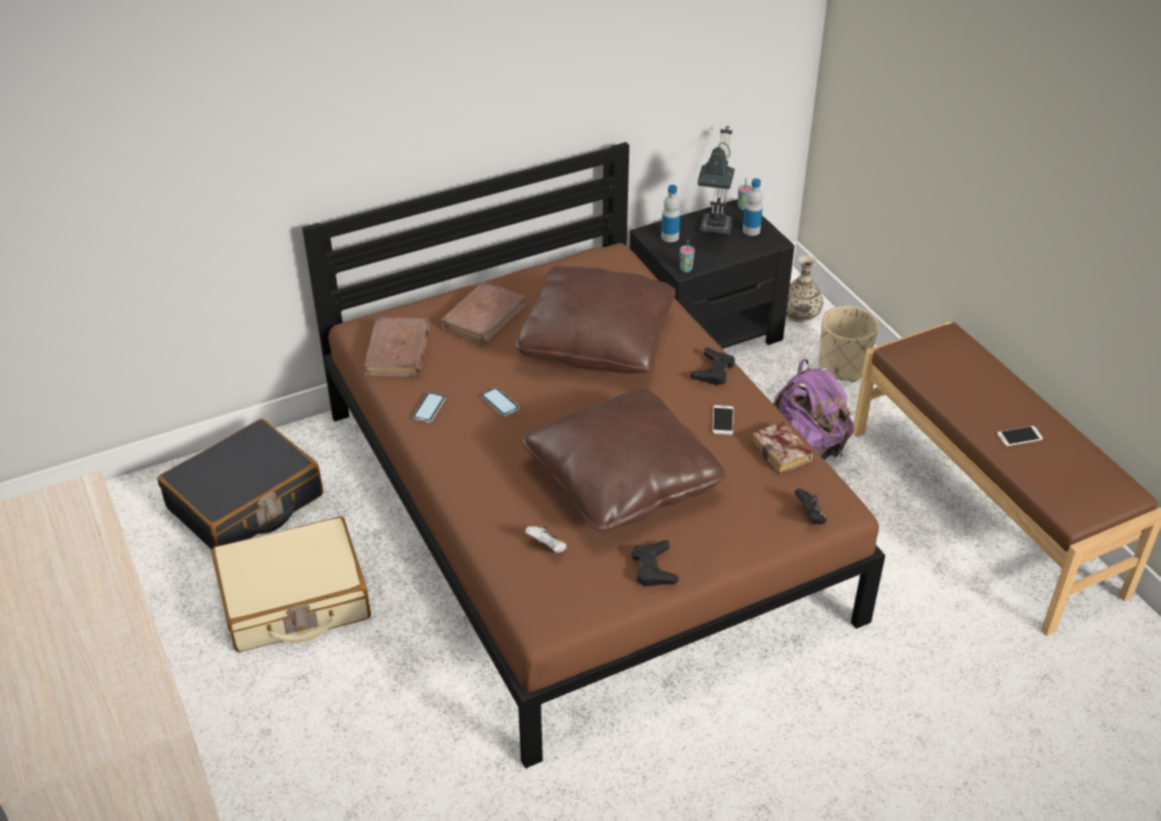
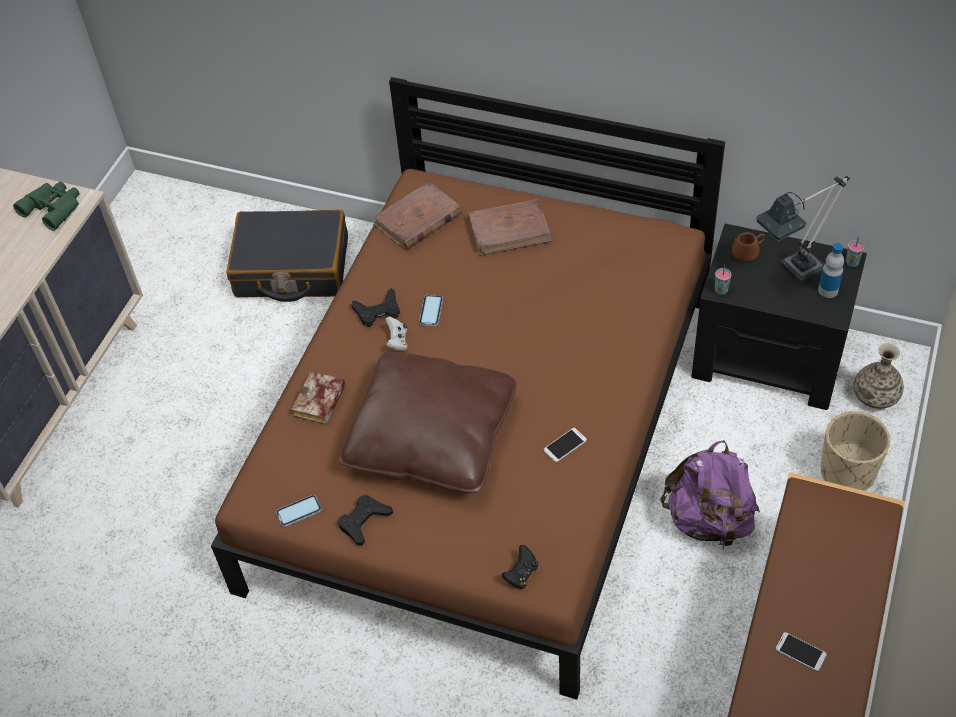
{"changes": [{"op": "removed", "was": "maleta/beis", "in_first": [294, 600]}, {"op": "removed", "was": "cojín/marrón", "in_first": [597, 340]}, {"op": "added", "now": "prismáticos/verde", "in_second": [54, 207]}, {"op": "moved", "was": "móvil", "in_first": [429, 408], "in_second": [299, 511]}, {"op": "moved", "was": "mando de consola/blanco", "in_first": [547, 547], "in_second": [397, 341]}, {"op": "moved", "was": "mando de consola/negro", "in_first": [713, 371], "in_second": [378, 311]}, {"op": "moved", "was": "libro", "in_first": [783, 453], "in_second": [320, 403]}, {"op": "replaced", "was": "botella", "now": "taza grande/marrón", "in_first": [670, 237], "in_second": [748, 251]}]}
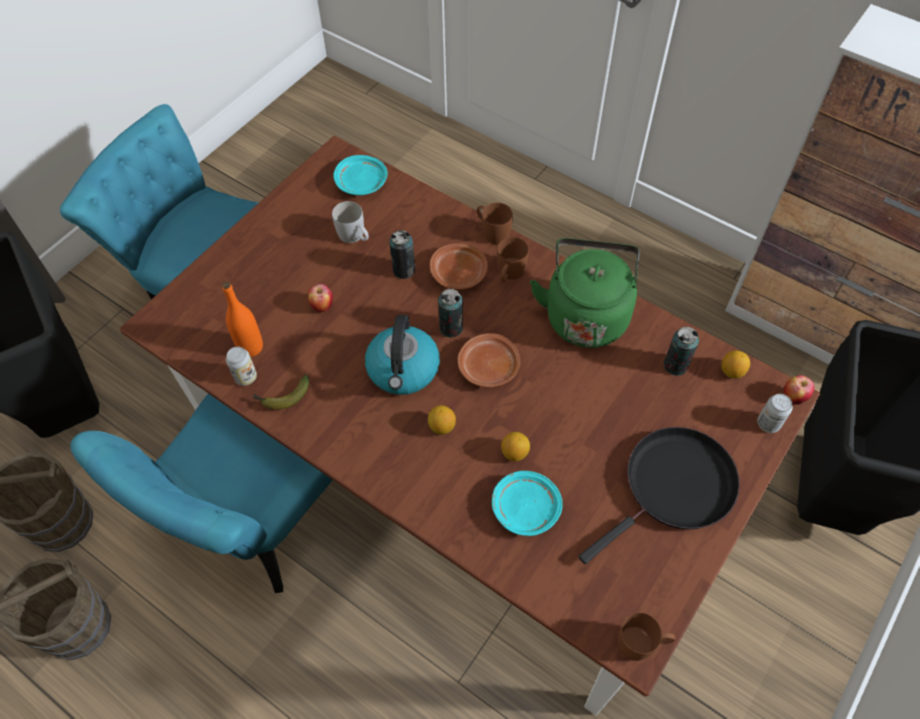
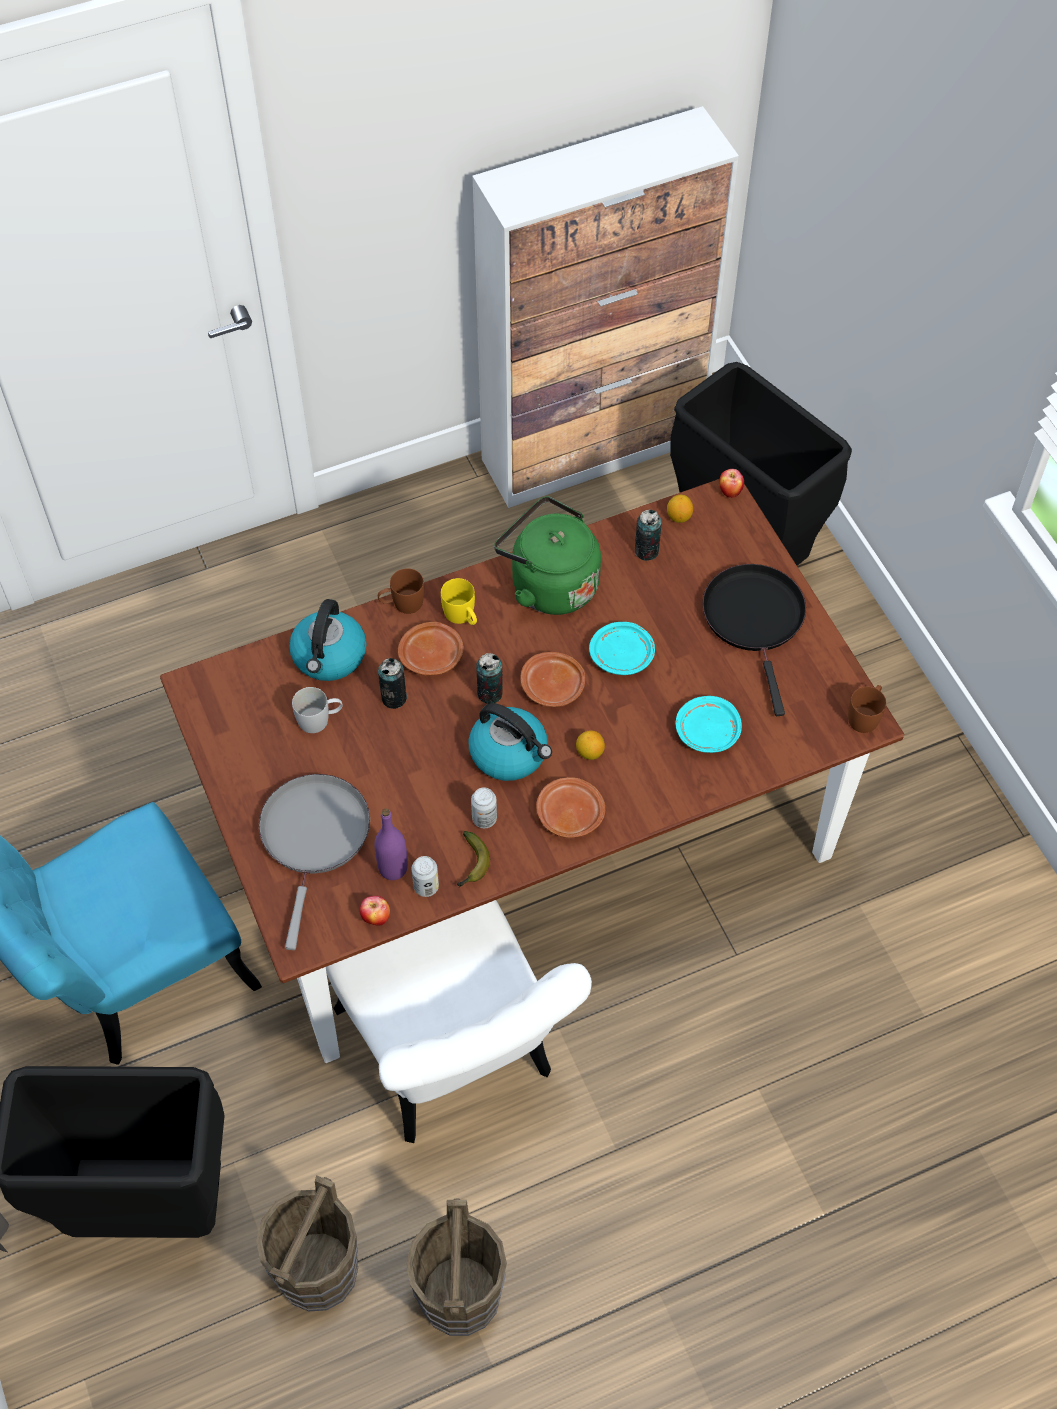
{"changes": [{"op": "removed", "was": "limón", "in_first": [514, 453]}, {"op": "added", "now": "sartén/gris", "in_second": [315, 837]}, {"op": "added", "now": "hervidor", "in_second": [329, 656]}, {"op": "added", "now": "plato/marrón", "in_second": [569, 814]}, {"op": "moved", "was": "manzana", "in_first": [322, 306], "in_second": [376, 918]}, {"op": "moved", "was": "plato/turquesa", "in_first": [362, 183], "in_second": [622, 655]}, {"op": "moved", "was": "lata", "in_first": [768, 423], "in_second": [484, 819]}, {"op": "recoloured", "was": "silla/turquesa", "now": "silla/blanco", "in_first": [258, 522], "in_second": [455, 1060]}, {"op": "recoloured", "was": "botella/naranja", "now": "botella/morado", "in_first": [250, 347], "in_second": [393, 868]}, {"op": "recoloured", "was": "taza grande/marrón", "now": "taza grande/amarillo", "in_first": [509, 274], "in_second": [462, 617]}]}
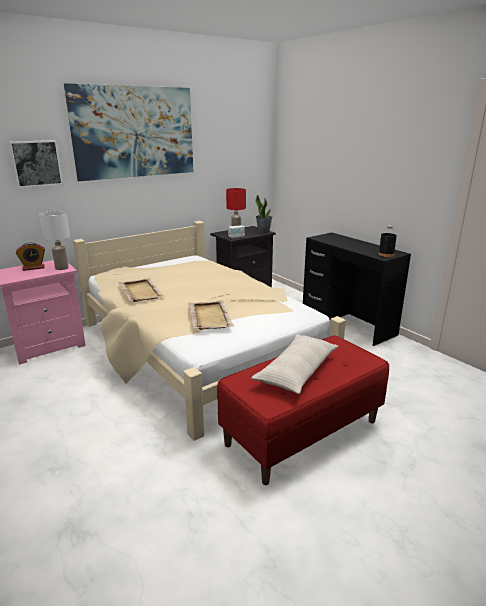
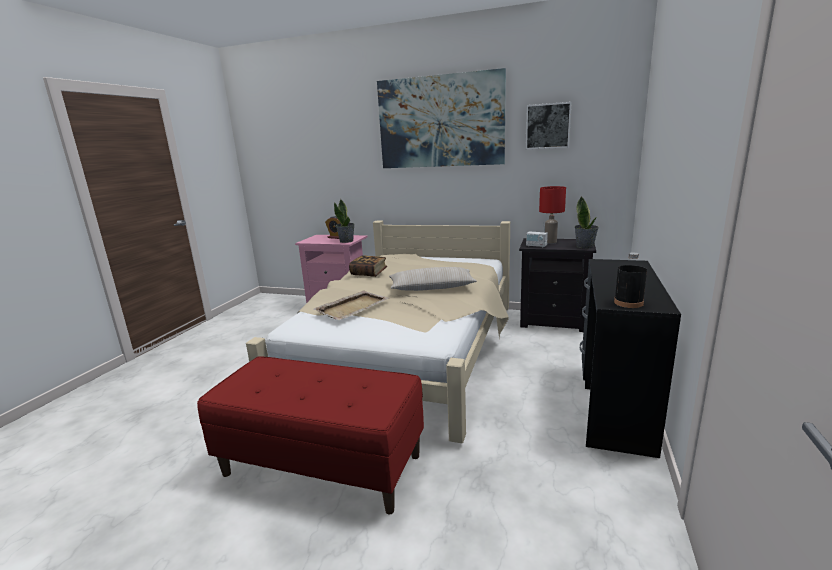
{"changes": [{"op": "moved", "was": "cuadro", "in_first": [36, 163], "in_second": [548, 126]}, {"op": "moved", "was": "cojín/beis", "in_first": [297, 371], "in_second": [432, 287]}, {"op": "replaced", "was": "lámpara de mesa/blanco", "now": "planta en maceta", "in_first": [61, 268], "in_second": [346, 241]}, {"op": "replaced", "was": "bandeja/beis", "now": "libro", "in_first": [140, 291], "in_second": [369, 273]}]}
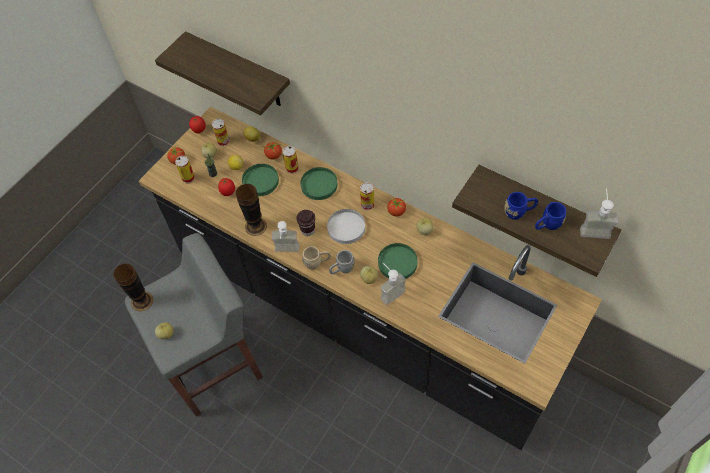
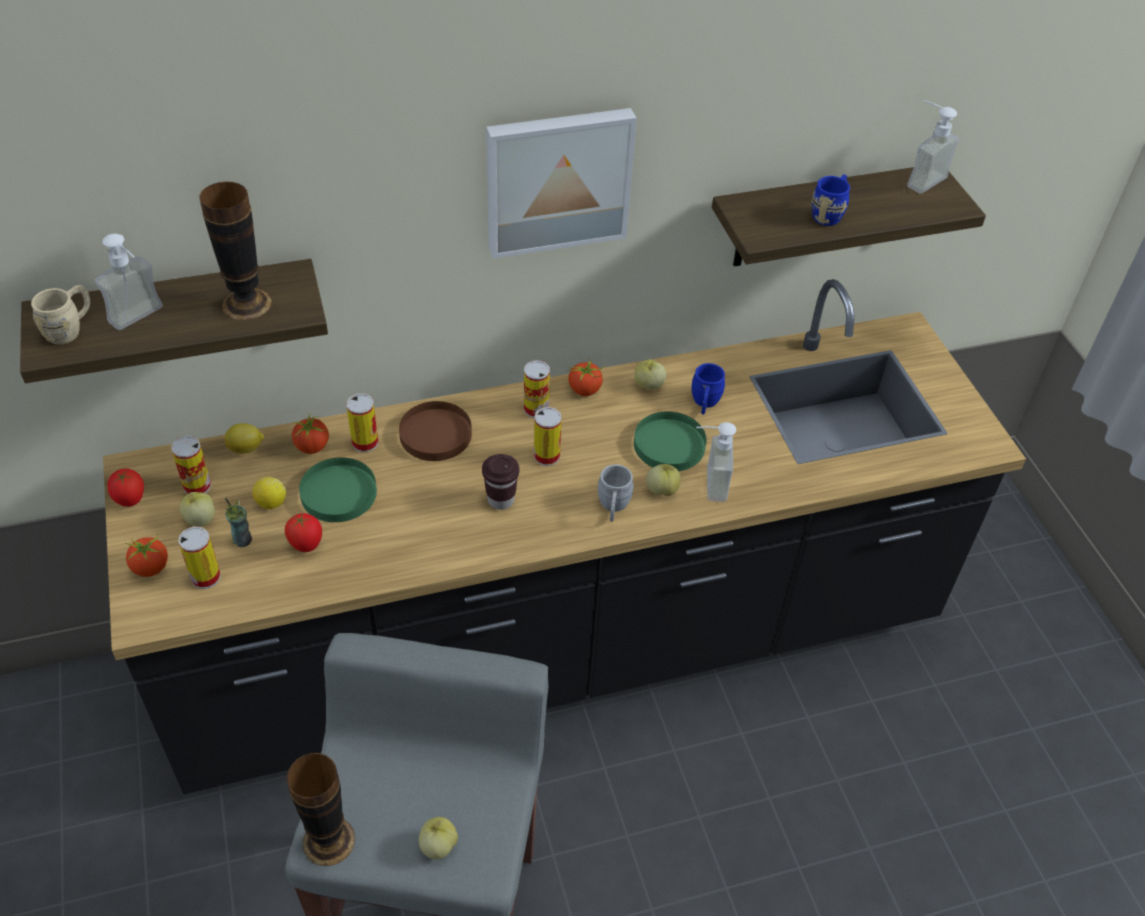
{"changes": [{"op": "added", "now": "cuadro", "in_second": [557, 180]}, {"op": "moved", "was": "florero", "in_first": [256, 226], "in_second": [246, 303]}, {"op": "moved", "was": "dispensador de jabón", "in_first": [286, 252], "in_second": [142, 320]}, {"op": "moved", "was": "taza grande/beis", "in_first": [317, 262], "in_second": [70, 328]}, {"op": "moved", "was": "taza grande/azul", "in_first": [547, 225], "in_second": [704, 404]}, {"op": "replaced", "was": "plato/blanco", "now": "lata", "in_first": [346, 227], "in_second": [546, 456]}, {"op": "recoloured", "was": "plato/verde", "now": "plato/marrón", "in_first": [319, 185], "in_second": [435, 434]}]}
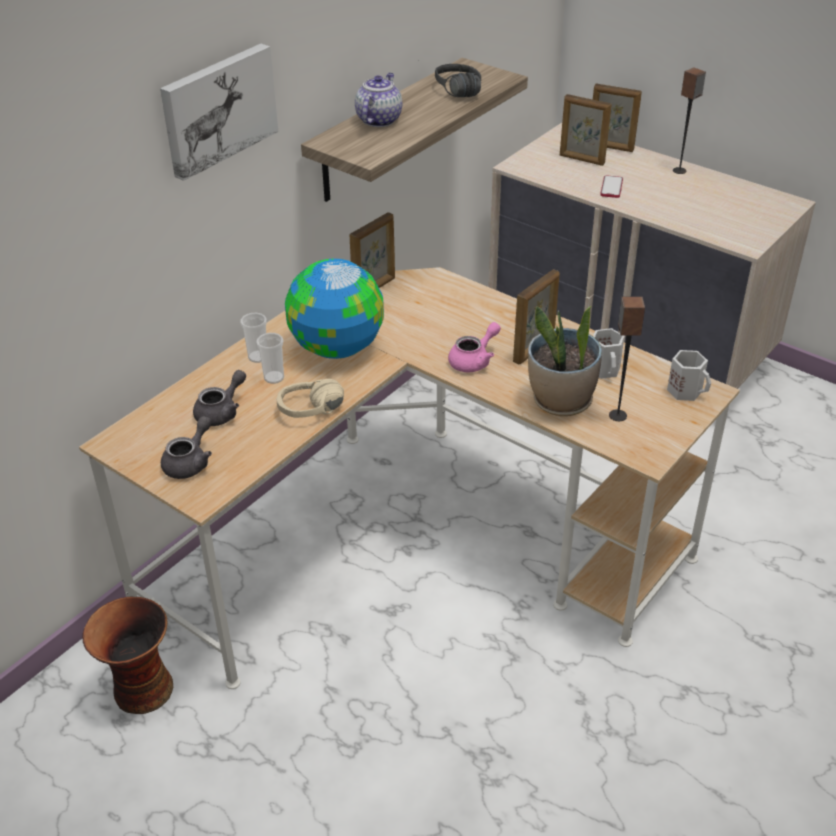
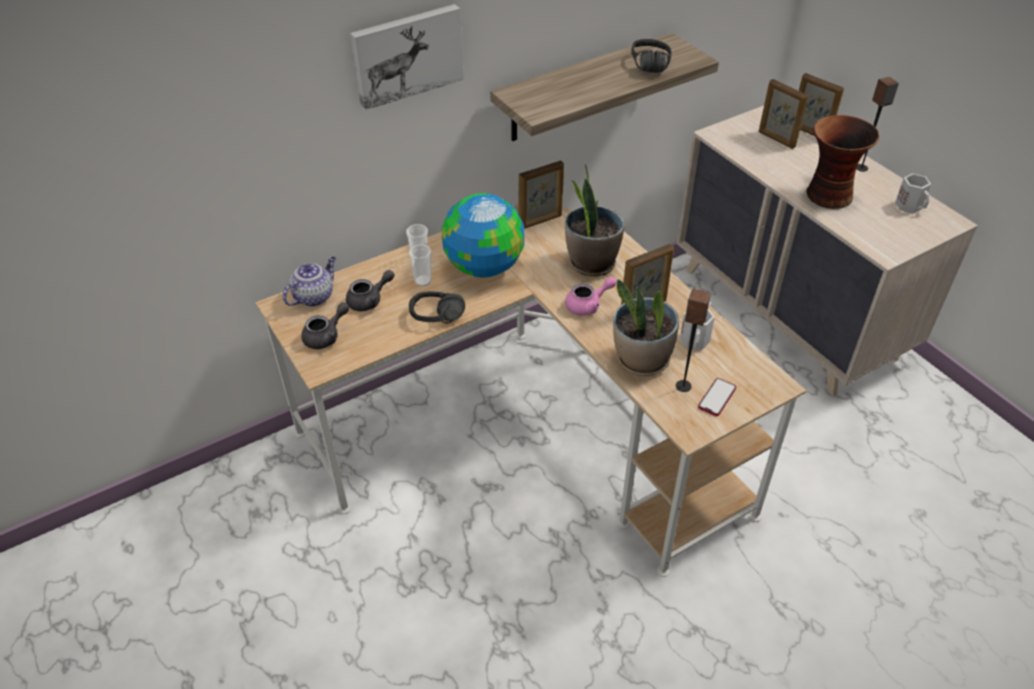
{"changes": [{"op": "added", "now": "planta en maceta", "in_second": [591, 263]}, {"op": "moved", "was": "florero", "in_first": [141, 690], "in_second": [827, 195]}, {"op": "moved", "was": "tetera", "in_first": [379, 120], "in_second": [314, 296]}, {"op": "moved", "was": "móvil", "in_first": [611, 188], "in_second": [717, 398]}, {"op": "moved", "was": "taza grande/blanco", "in_first": [686, 391], "in_second": [909, 206]}, {"op": "recoloured", "was": "auriculares/beis", "now": "auriculares/negro", "in_first": [314, 415], "in_second": [437, 321]}]}
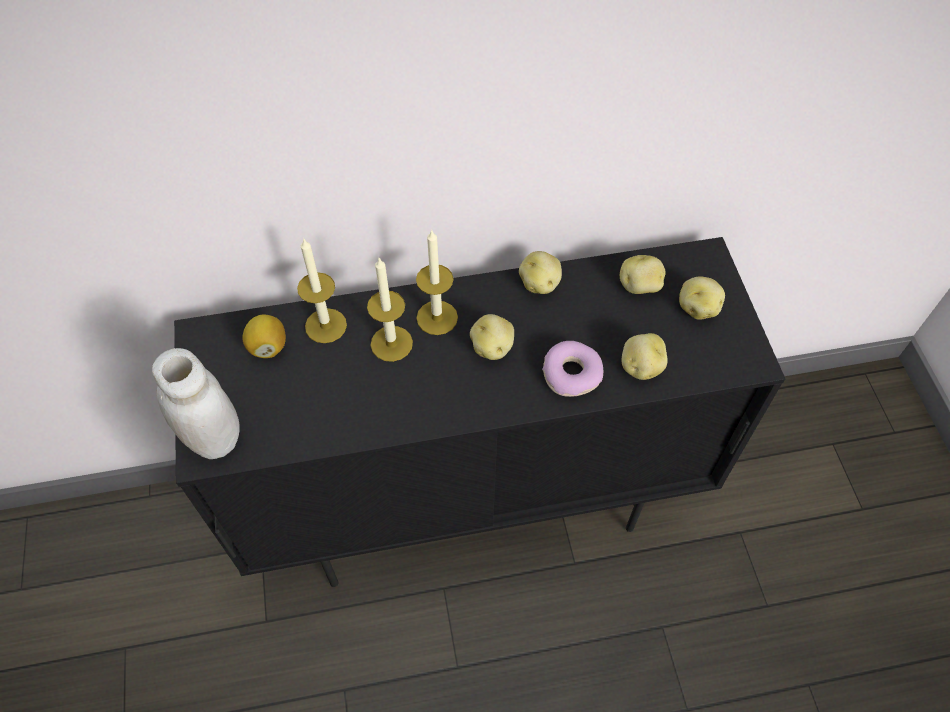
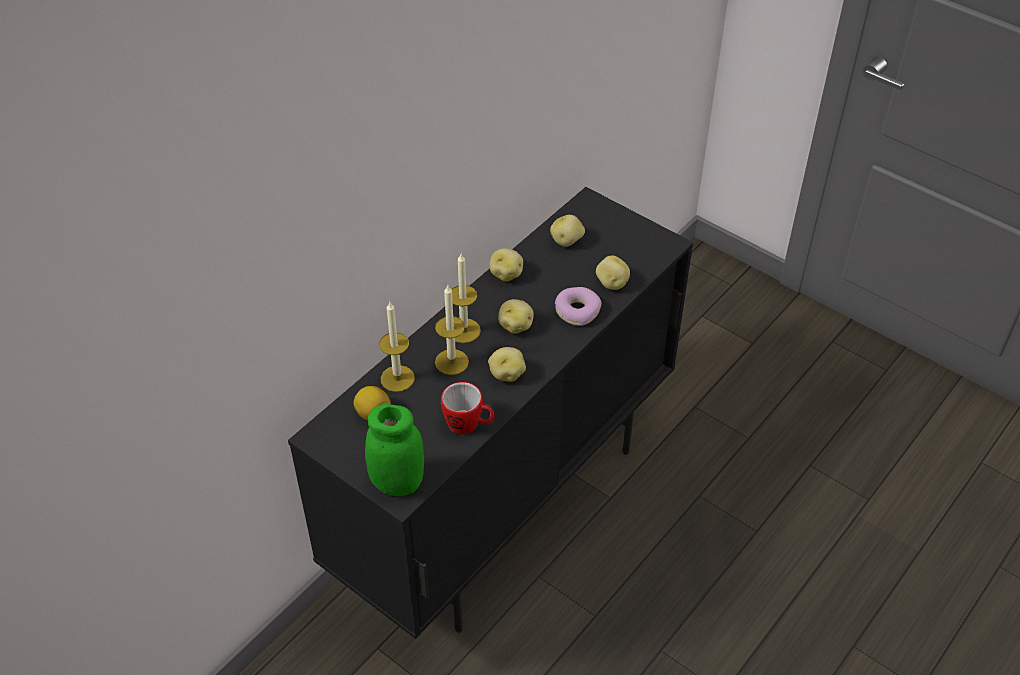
{"changes": [{"op": "added", "now": "taza grande", "in_second": [469, 425]}, {"op": "moved", "was": "patata", "in_first": [698, 308], "in_second": [506, 373]}, {"op": "recoloured", "was": "tarro/blanco", "now": "tarro/verde", "in_first": [213, 437], "in_second": [397, 483]}]}
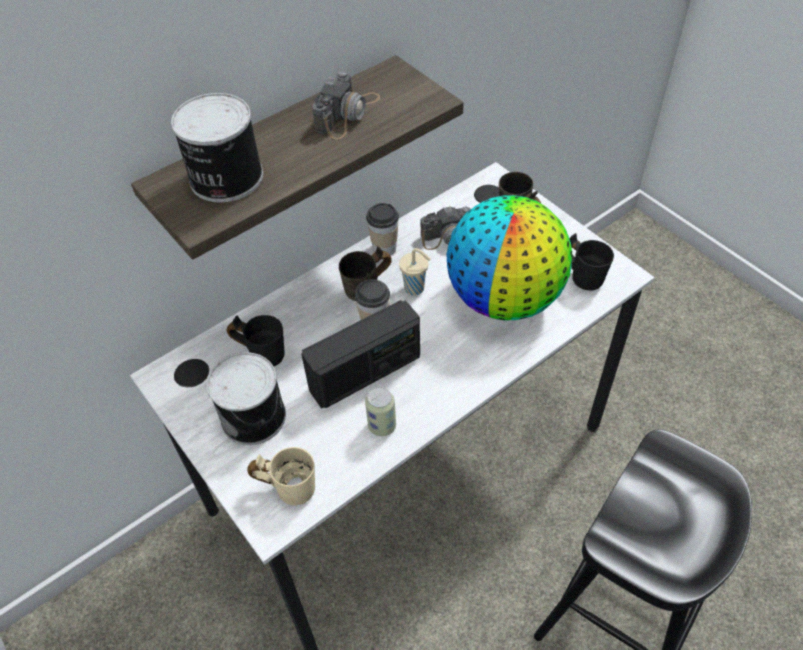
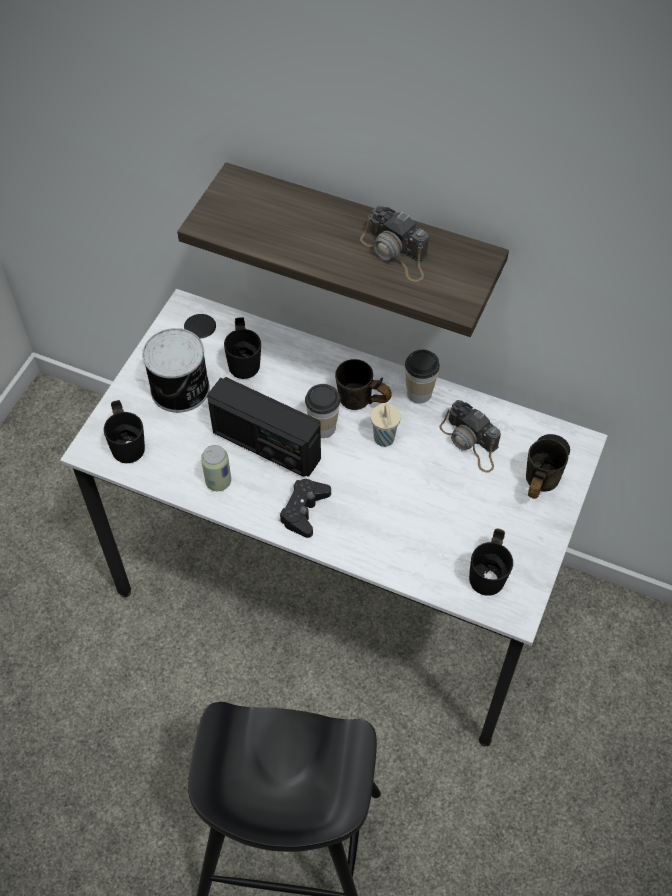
{"changes": [{"op": "removed", "was": "lata", "in_first": [224, 178]}, {"op": "removed", "was": "globo terráqueo", "in_first": [504, 298]}, {"op": "added", "now": "mando de consola/negro", "in_second": [304, 510]}, {"op": "recoloured", "was": "taza grande/beis", "now": "taza grande/negro", "in_first": [289, 484], "in_second": [131, 443]}, {"op": "turned", "was": "cámara", "in_first": [347, 113], "in_second": [396, 252], "clockwise": 45}]}
